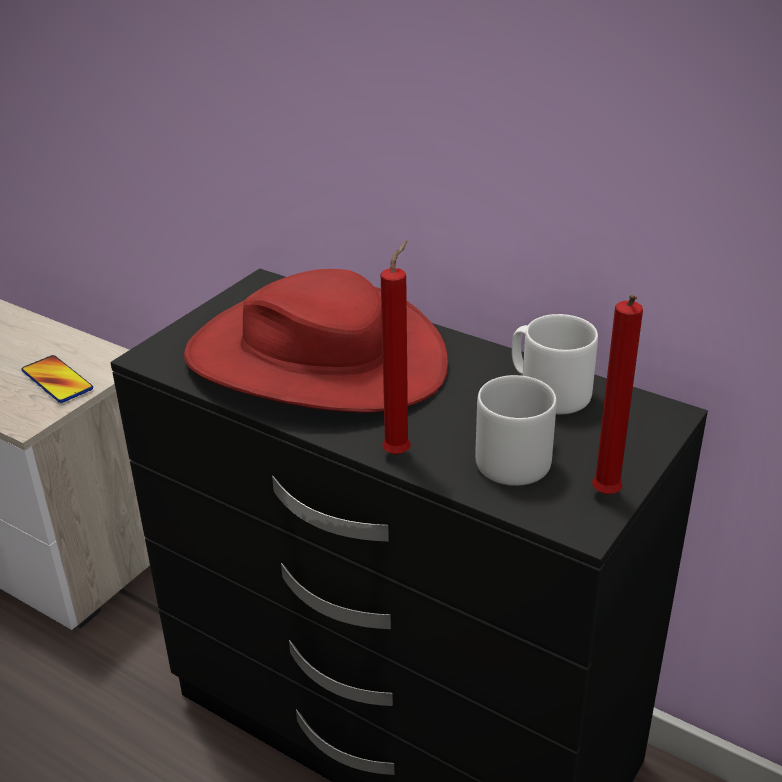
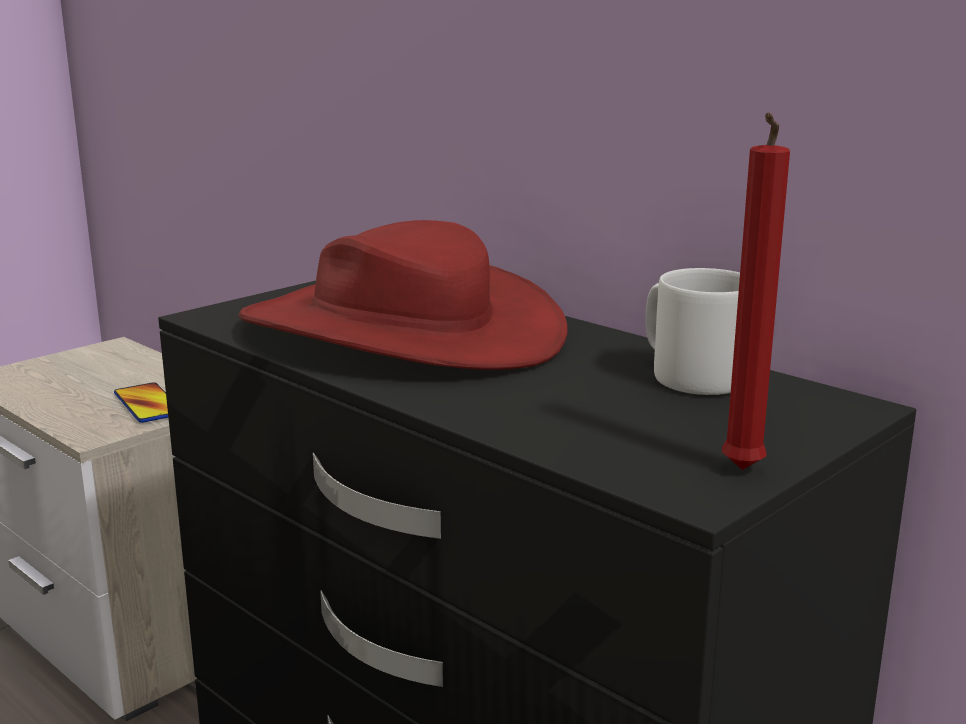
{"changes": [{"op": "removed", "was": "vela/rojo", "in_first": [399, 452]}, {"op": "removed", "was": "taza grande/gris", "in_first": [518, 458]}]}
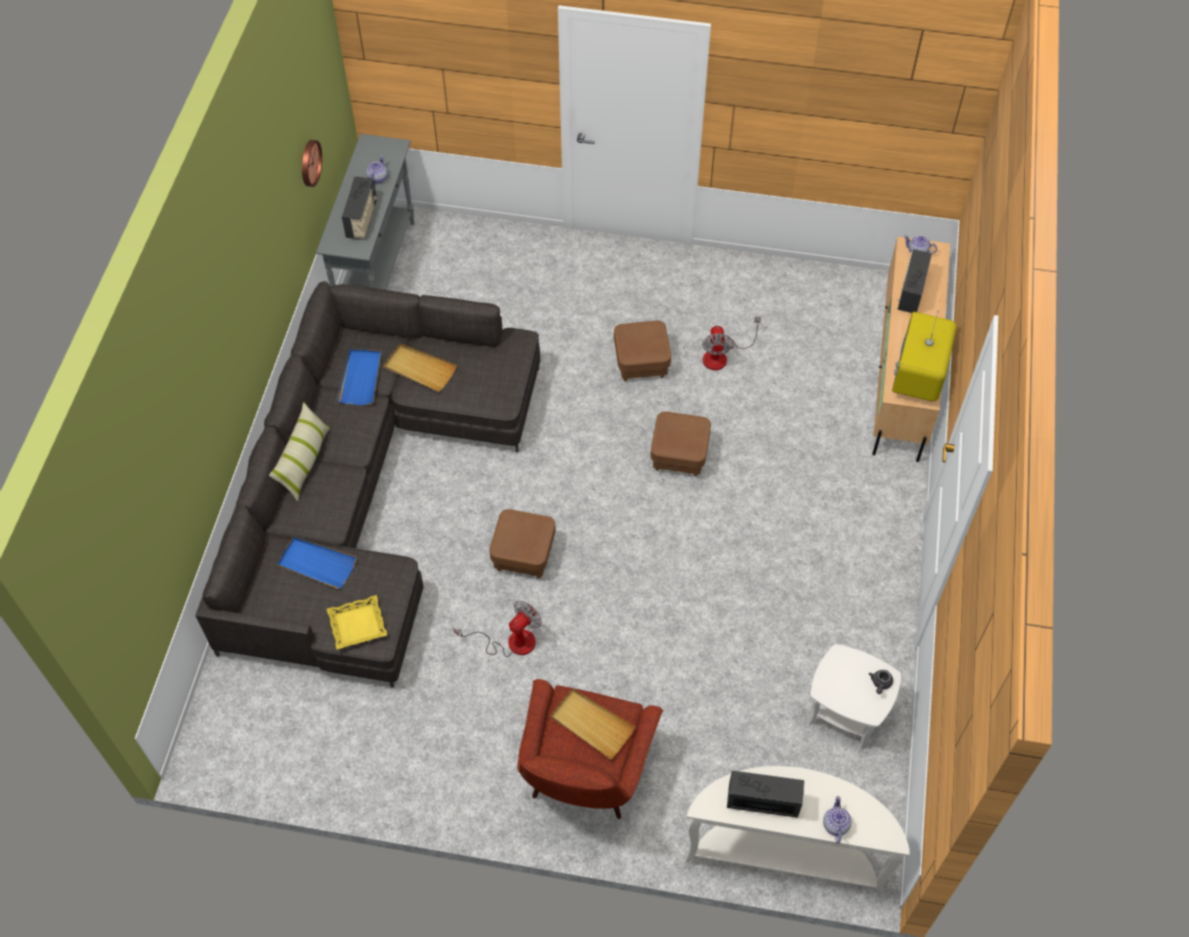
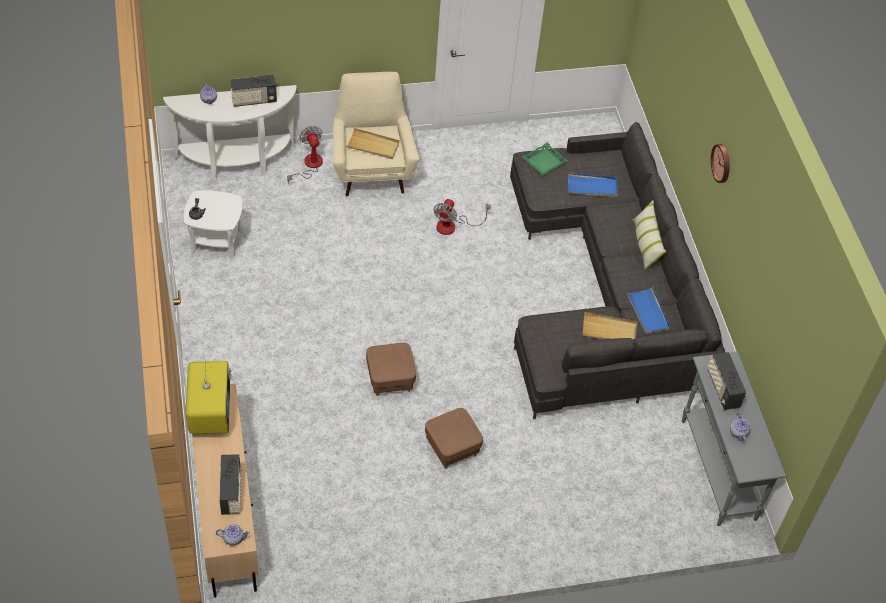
{"changes": [{"op": "removed", "was": "puf/marrón", "in_first": [524, 555]}, {"op": "moved", "was": "reloj de pared", "in_first": [309, 163], "in_second": [722, 163]}, {"op": "moved", "was": "ventilador", "in_first": [722, 356], "in_second": [309, 165]}, {"op": "recoloured", "was": "bandeja/amarillo", "now": "bandeja/verde", "in_first": [357, 624], "in_second": [544, 162]}, {"op": "recoloured", "was": "sillón/rojo", "now": "sillón/beis", "in_first": [584, 775], "in_second": [372, 169]}]}
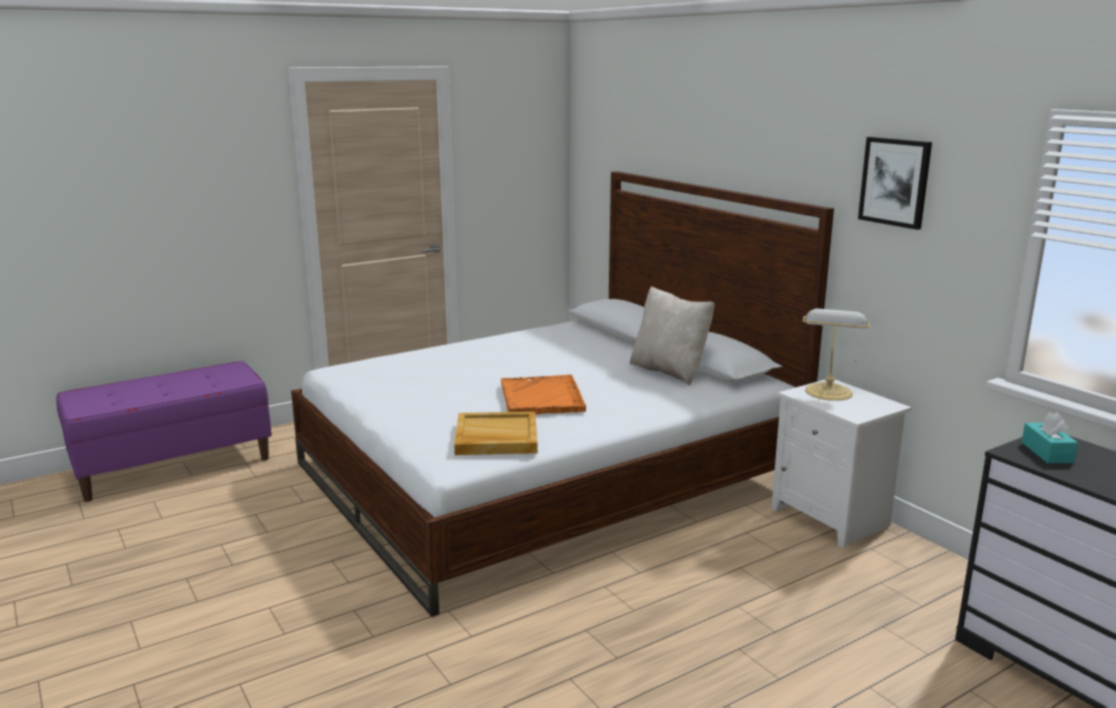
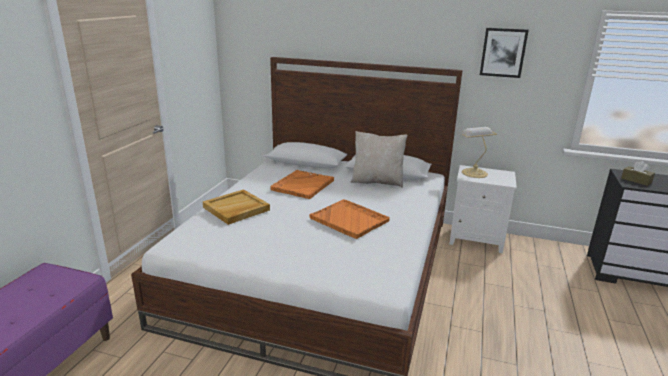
{"changes": [{"op": "added", "now": "bandeja/naranja", "in_second": [302, 185]}, {"op": "moved", "was": "bandeja/beis", "in_first": [495, 437], "in_second": [236, 209]}, {"op": "recoloured", "was": "caja de pañuelos/turquesa", "now": "caja de pañuelos/marrón", "in_first": [1047, 452], "in_second": [636, 180]}]}
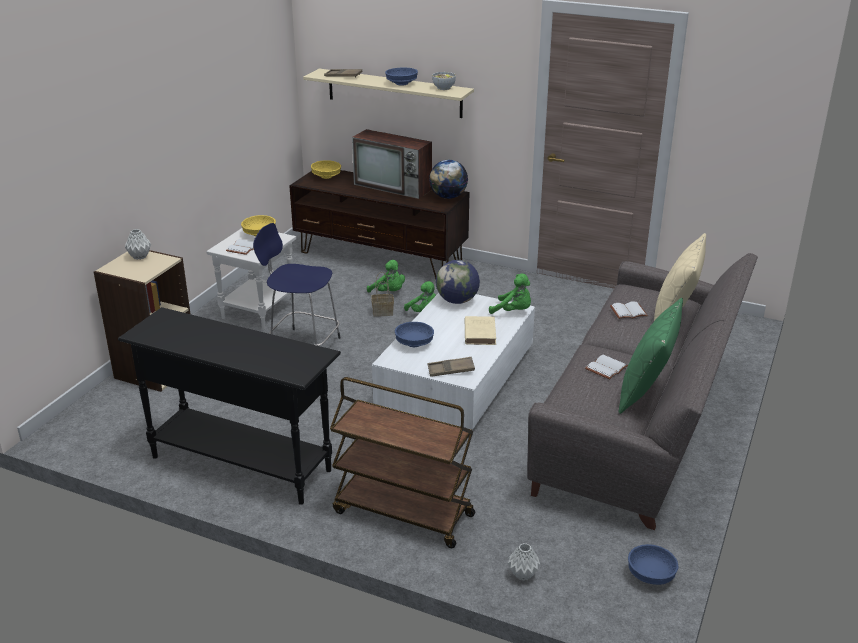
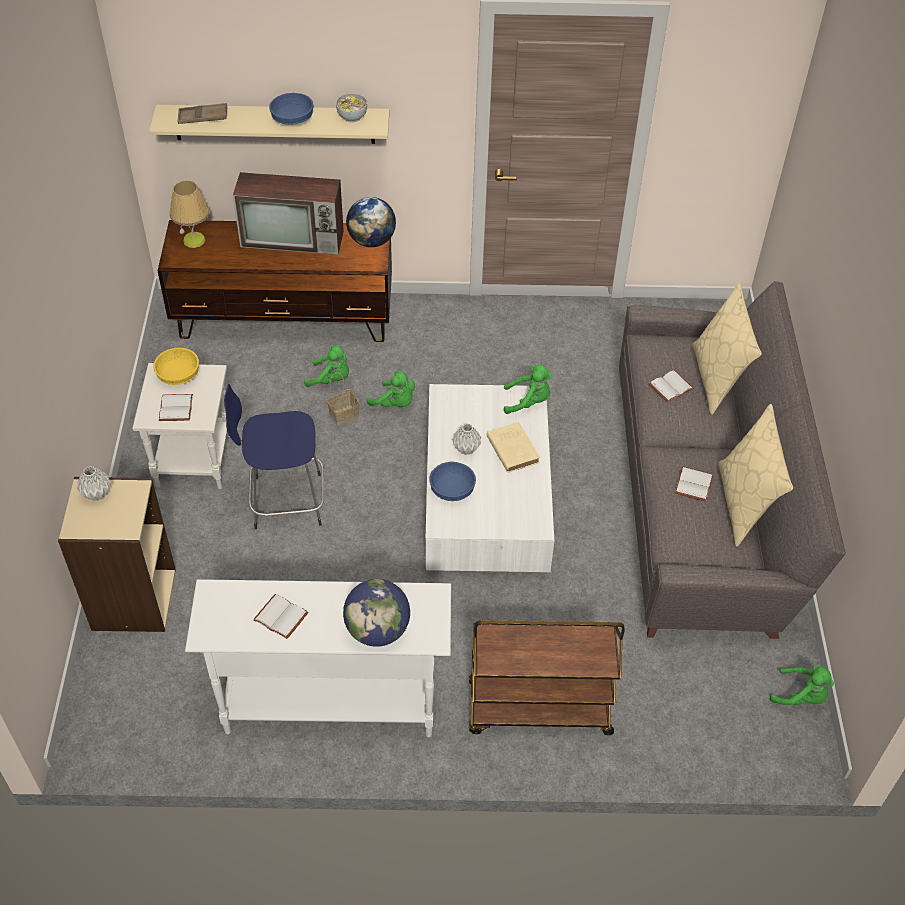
{"changes": [{"op": "removed", "was": "bandeja/marrón", "in_first": [451, 370]}, {"op": "added", "now": "libro/blanco", "in_second": [282, 616]}, {"op": "moved", "was": "globo terráqueo", "in_first": [457, 301], "in_second": [377, 630]}, {"op": "moved", "was": "florero/gris", "in_first": [523, 574], "in_second": [467, 449]}, {"op": "replaced", "was": "cuenco/amarillo", "now": "lámpara de mesa", "in_first": [326, 177], "in_second": [194, 240]}, {"op": "replaced", "was": "cuenco/azul", "now": "peluche/verde", "in_first": [651, 575], "in_second": [801, 696]}, {"op": "recoloured", "was": "mesa consola/negro", "now": "mesa consola/blanco", "in_first": [240, 463], "in_second": [329, 704]}, {"op": "recoloured", "was": "cojín/verde", "now": "cojín/beis", "in_first": [646, 391], "in_second": [744, 503]}]}
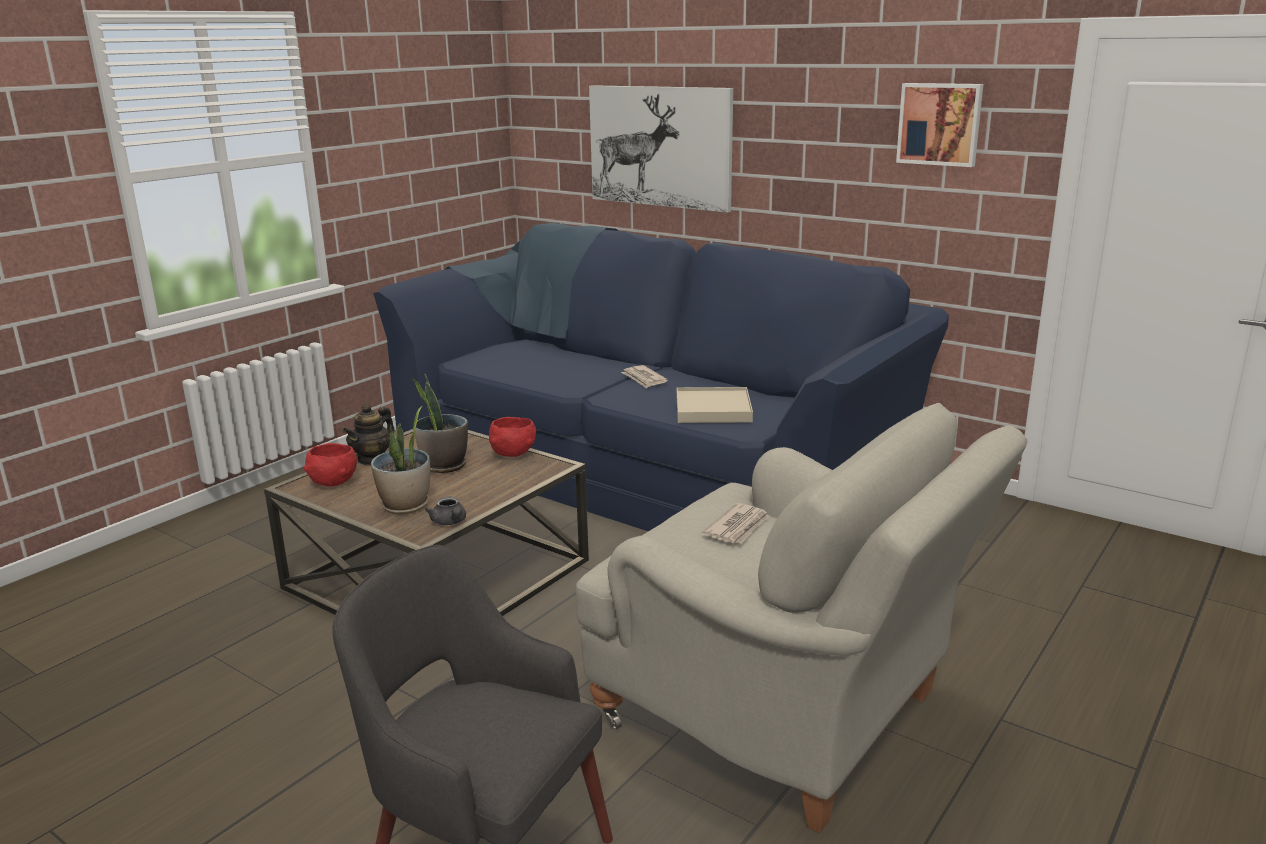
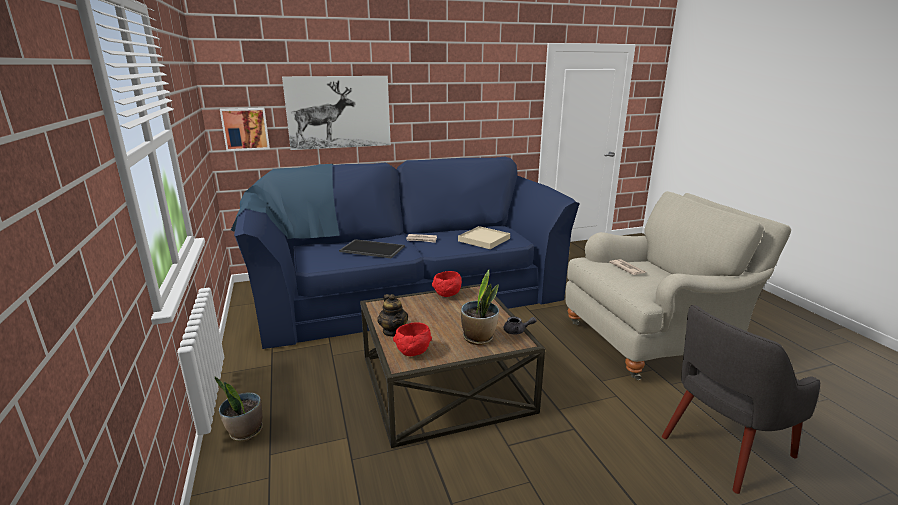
{"changes": [{"op": "added", "now": "bandeja", "in_second": [371, 249]}, {"op": "moved", "was": "planta en maceta", "in_first": [444, 466], "in_second": [245, 432]}, {"op": "moved", "was": "cuadro", "in_first": [940, 124], "in_second": [245, 129]}]}
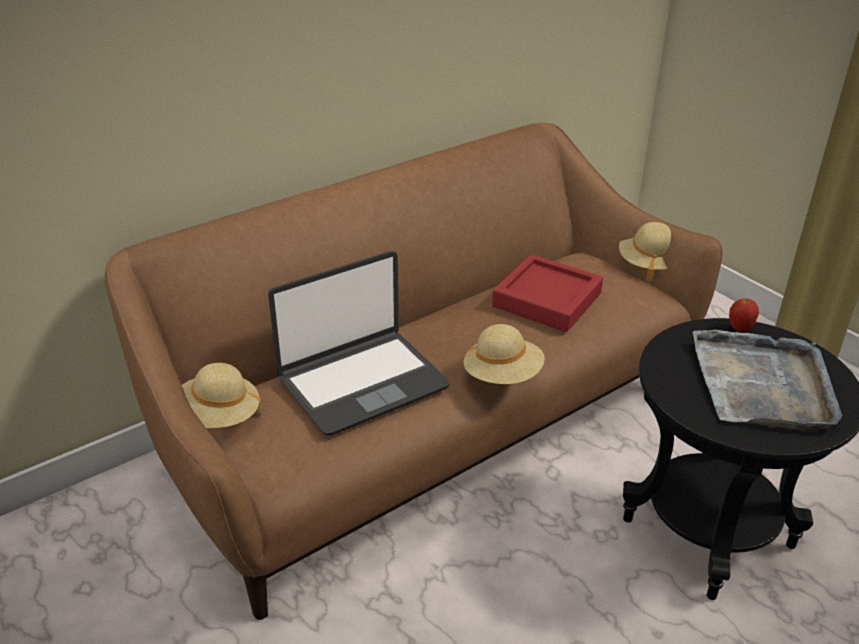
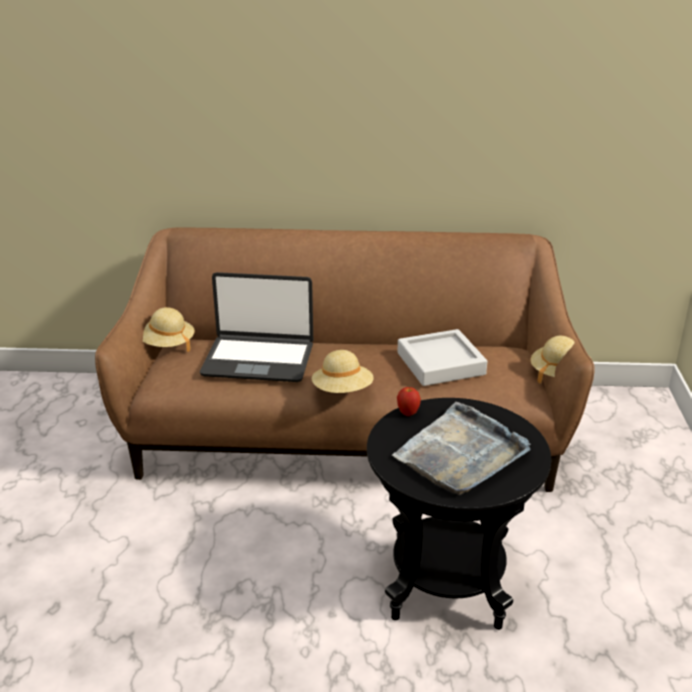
{"changes": [{"op": "moved", "was": "manzana", "in_first": [739, 329], "in_second": [408, 413]}, {"op": "recoloured", "was": "bandeja/rojo", "now": "bandeja/gris", "in_first": [547, 300], "in_second": [440, 363]}]}
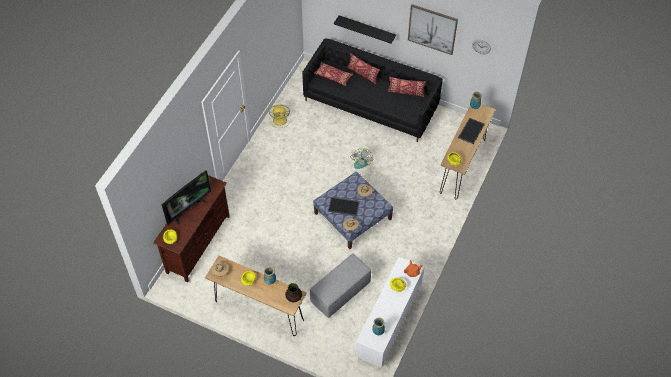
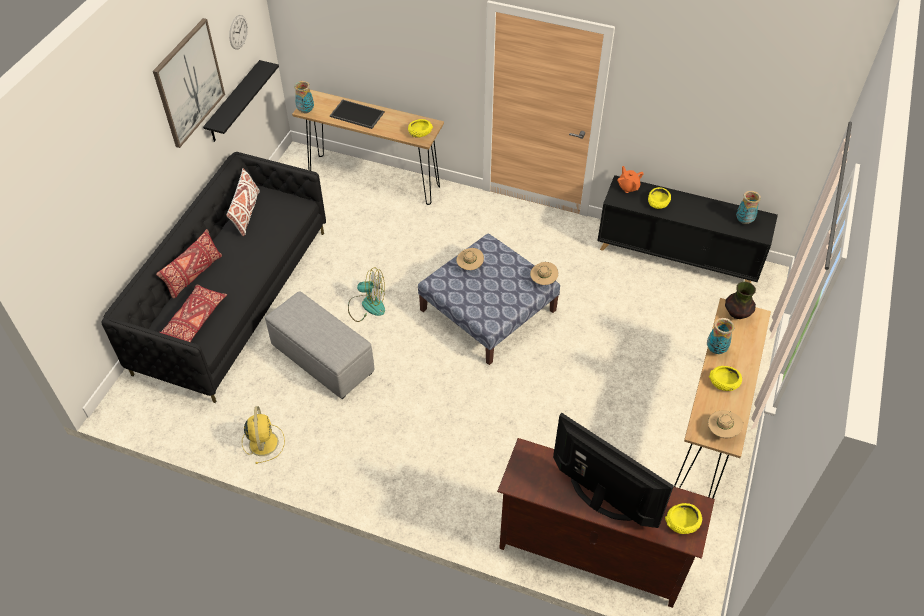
{"changes": [{"op": "removed", "was": "bandeja", "in_first": [344, 206]}, {"op": "moved", "was": "puf/gris", "in_first": [340, 292], "in_second": [323, 360]}, {"op": "moved", "was": "estante/negro", "in_first": [367, 29], "in_second": [234, 102]}, {"op": "recoloured", "was": "armario/blanco", "now": "armario/negro", "in_first": [389, 323], "in_second": [678, 256]}, {"op": "recoloured", "was": "cojín/rojo", "now": "cojín/blanco", "in_first": [406, 92], "in_second": [246, 213]}]}
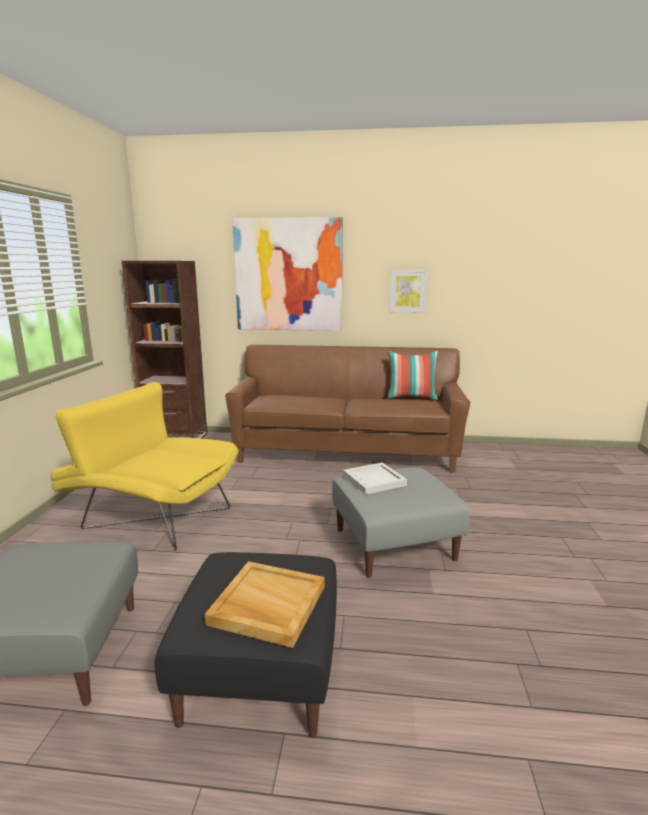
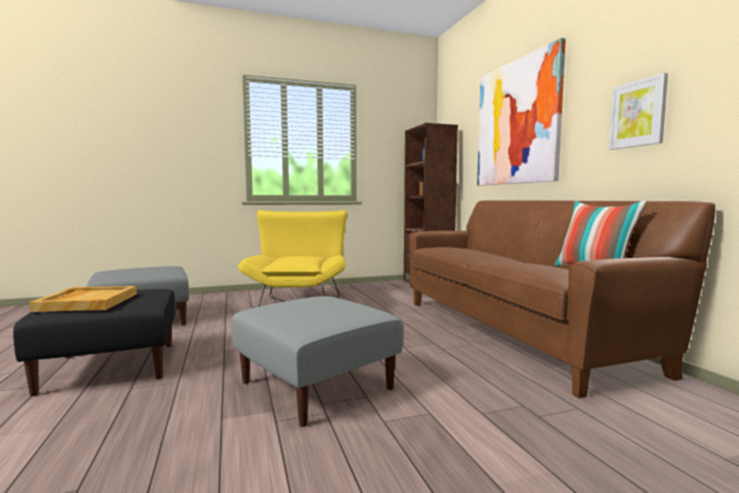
{"changes": [{"op": "removed", "was": "bandeja/blanco", "in_first": [375, 480]}]}
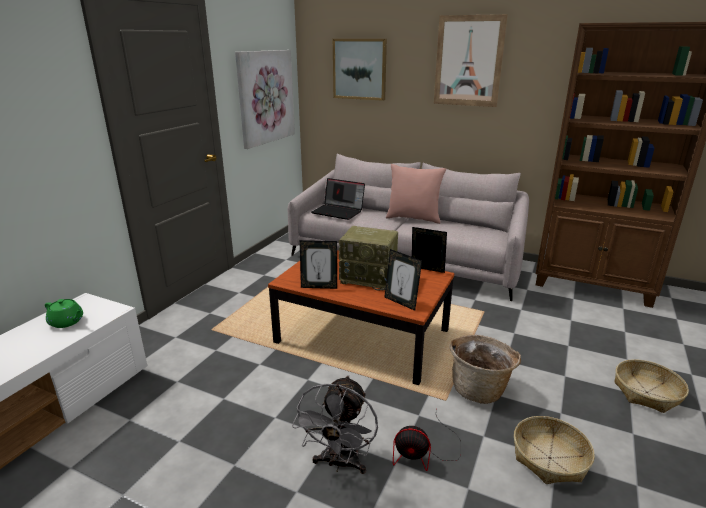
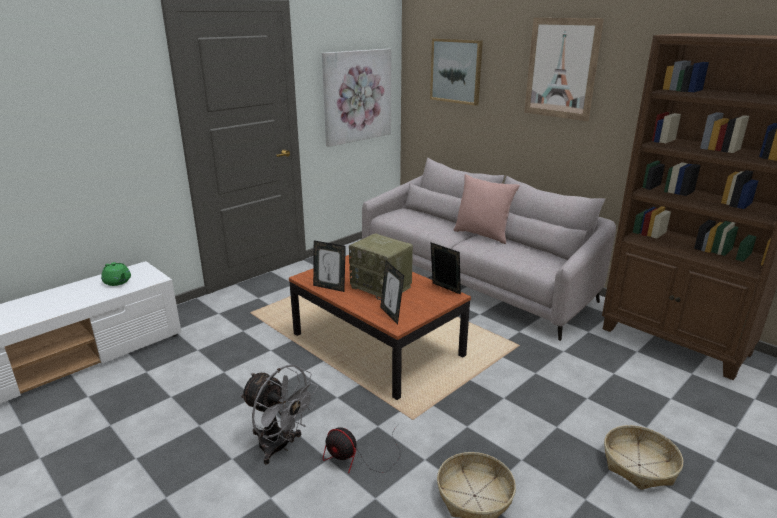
{"changes": [{"op": "removed", "was": "portátil", "in_first": [339, 211]}, {"op": "removed", "was": "cesta", "in_first": [480, 389]}, {"op": "turned", "was": "ventilador/gris", "in_first": [340, 463], "in_second": [280, 447], "clockwise": -90}]}
